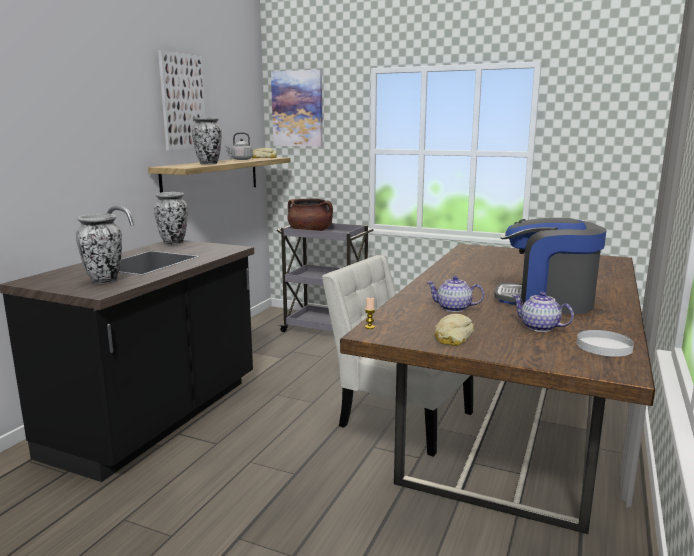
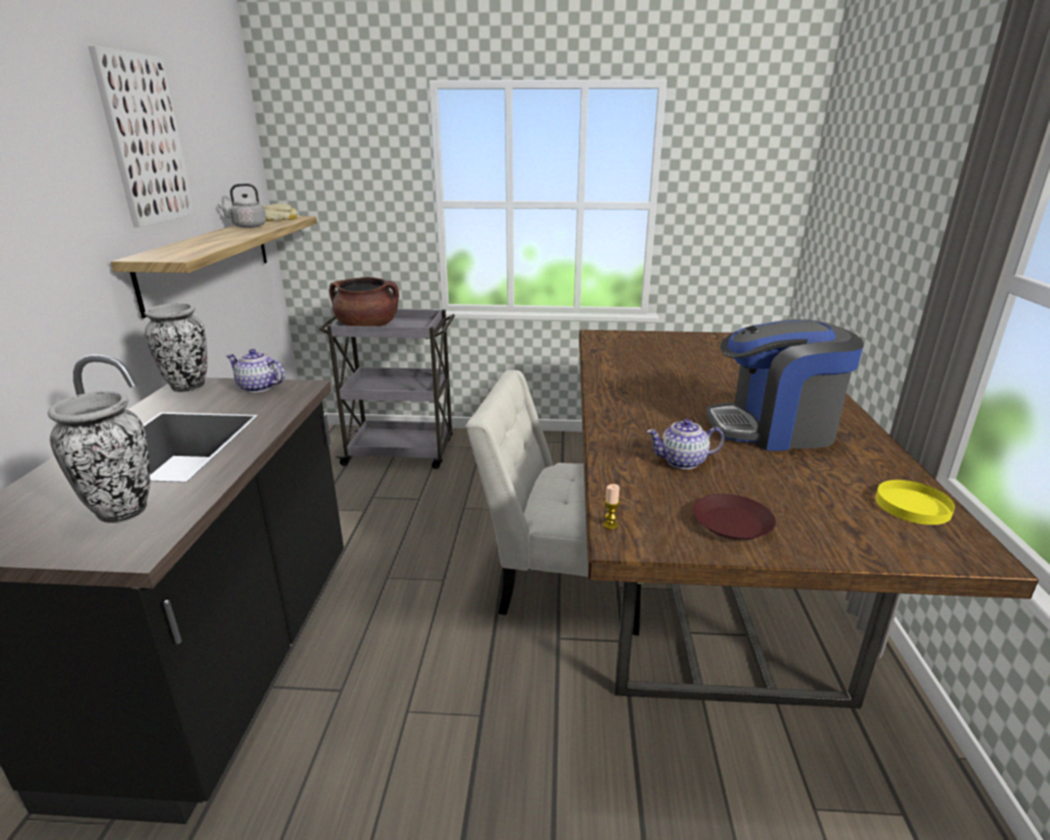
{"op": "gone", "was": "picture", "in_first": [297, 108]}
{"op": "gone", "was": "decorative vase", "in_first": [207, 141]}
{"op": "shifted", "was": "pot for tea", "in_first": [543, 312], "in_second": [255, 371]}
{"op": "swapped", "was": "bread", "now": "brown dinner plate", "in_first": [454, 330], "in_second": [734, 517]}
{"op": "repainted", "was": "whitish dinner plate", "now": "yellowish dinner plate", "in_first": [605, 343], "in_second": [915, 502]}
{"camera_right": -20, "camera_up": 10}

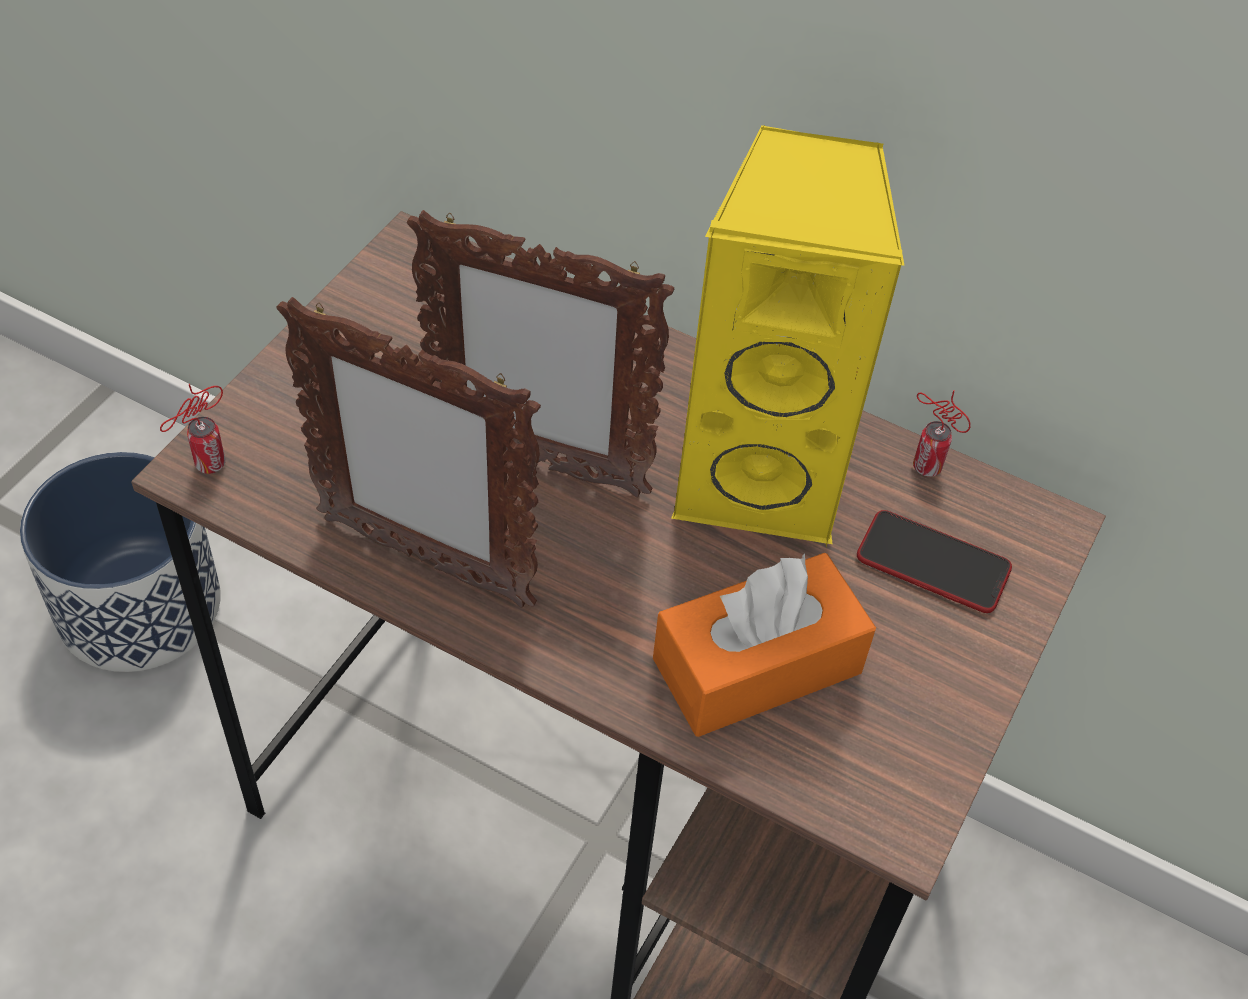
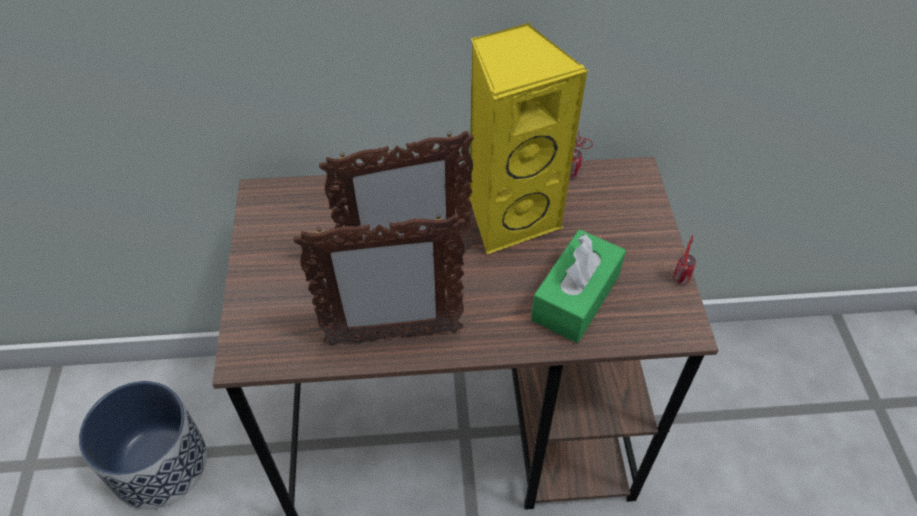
{"op": "shifted", "was": "sealed can", "in_first": [193, 429], "in_second": [684, 260]}
{"op": "gone", "was": "handset", "in_first": [934, 561]}
{"op": "repainted", "was": "orange-coloured tissue holder", "now": "green tissue holder", "in_first": [764, 645], "in_second": [578, 286]}
{"camera_right": -30, "camera_up": 0}

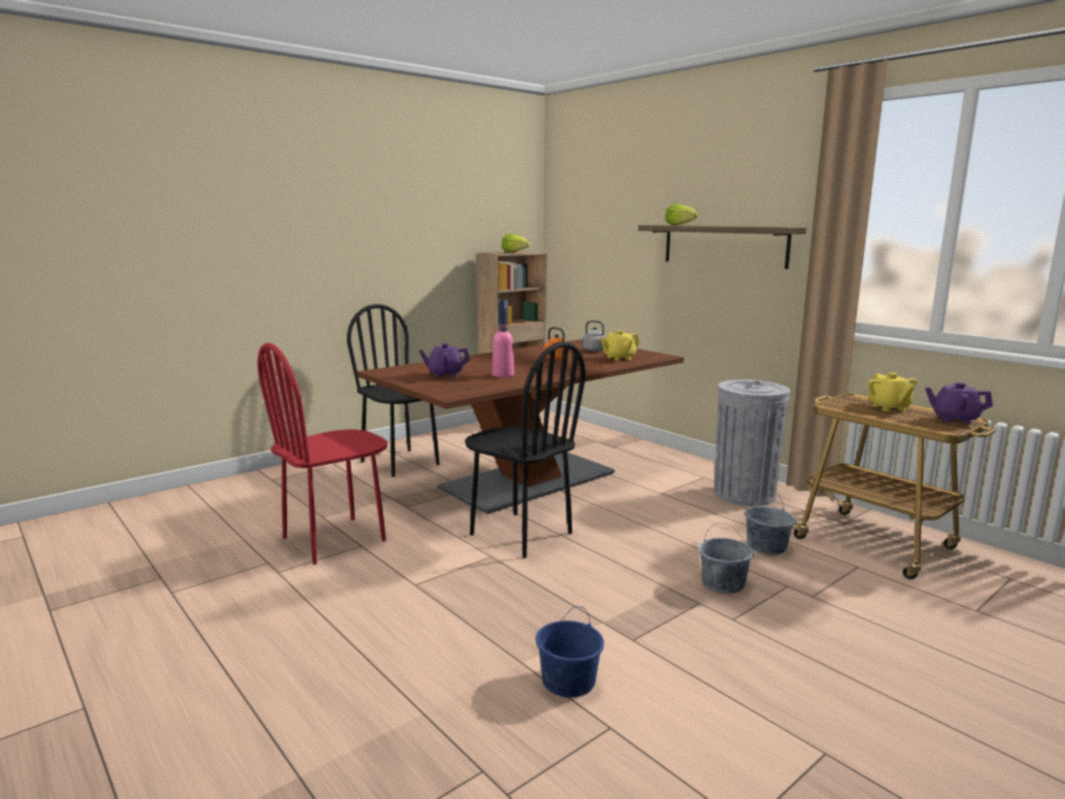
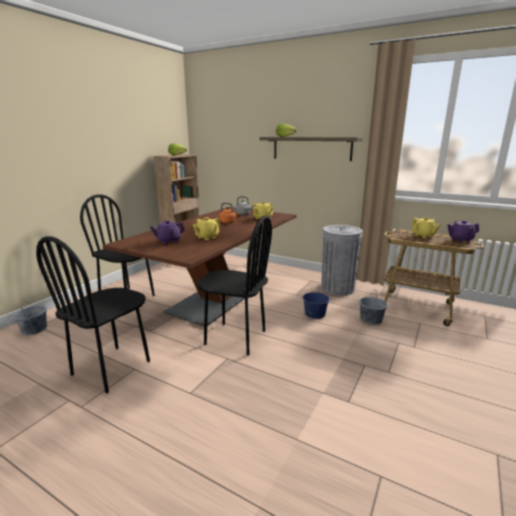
{"op": "swapped", "was": "pink beverage bottle", "now": "yellowish pot for tea", "in_first": [503, 350], "in_second": [206, 228]}
{"op": "repainted", "was": "reddish plain chair", "now": "black plain chair", "in_first": [322, 454], "in_second": [93, 314]}
{"op": "shifted", "was": "greyish pail", "in_first": [726, 558], "in_second": [30, 318]}
{"op": "shifted", "was": "blue-coloured pail", "in_first": [570, 652], "in_second": [316, 303]}
{"camera_right": -20, "camera_up": 5}

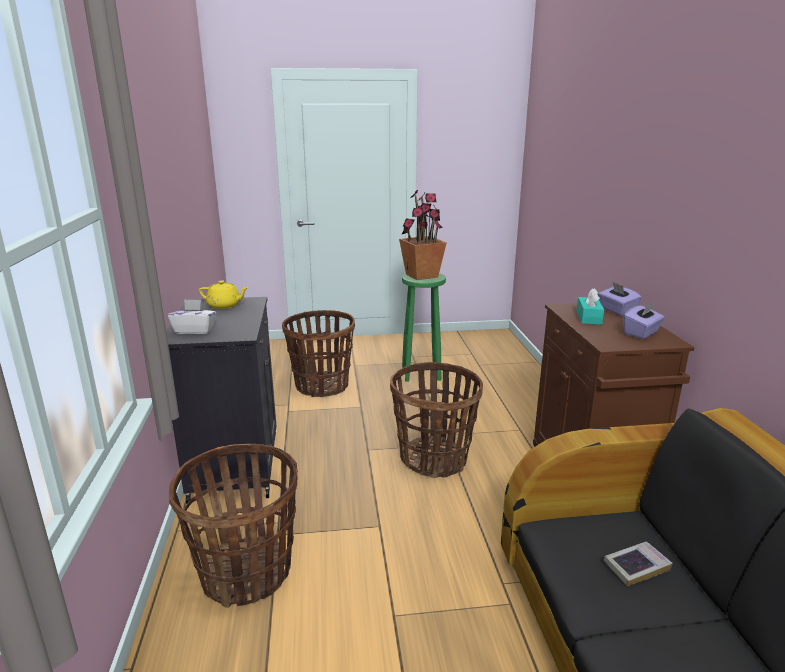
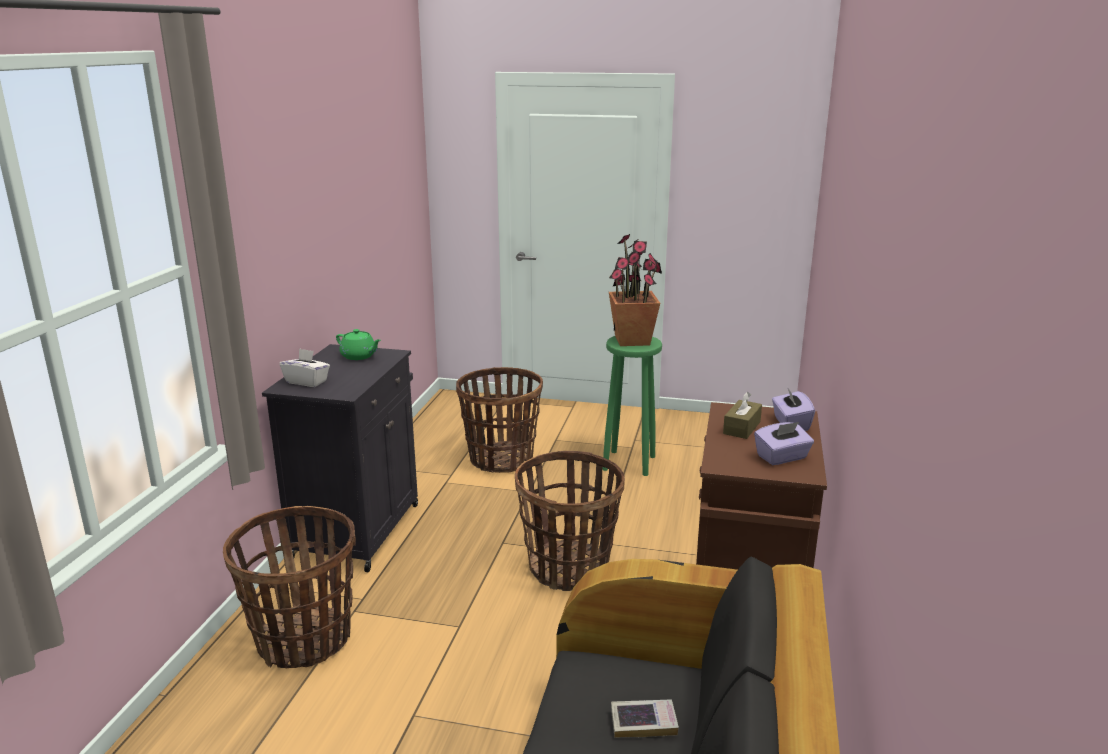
{"op": "repainted", "was": "yellowish pot for tea", "now": "green pot for tea", "in_first": [224, 295], "in_second": [358, 344]}
{"op": "repainted", "was": "turquoise tissue holder", "now": "brown tissue holder", "in_first": [590, 306], "in_second": [742, 415]}
{"camera_right": 20, "camera_up": 0}

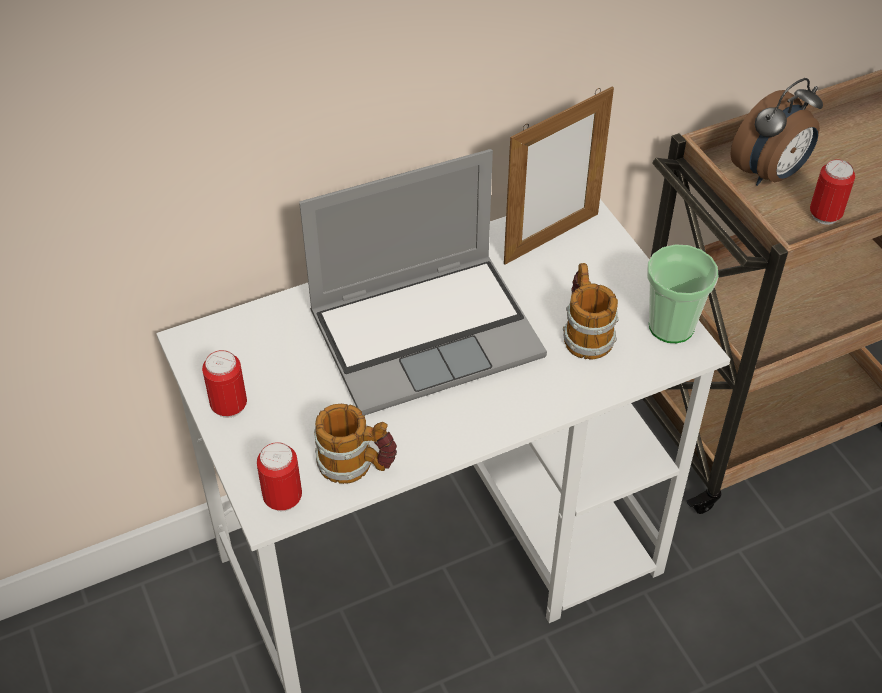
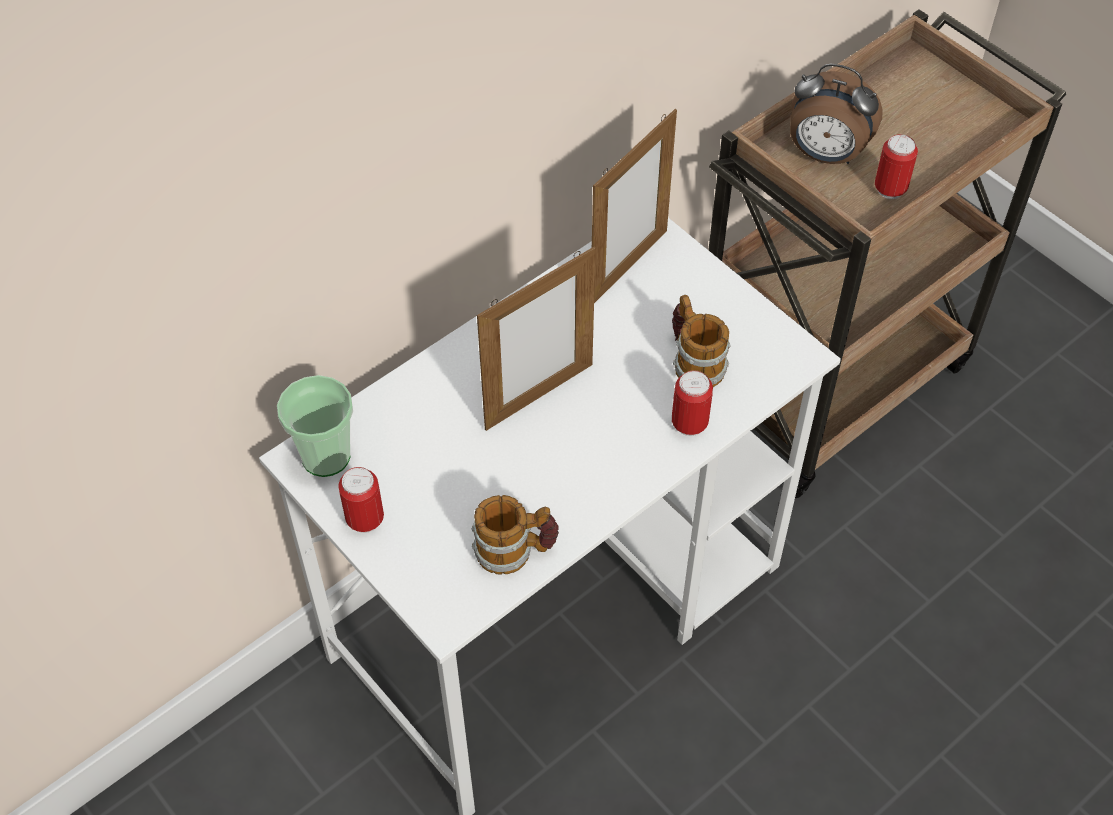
{"op": "rotated", "was": "table clock", "in_first": [776, 132], "in_second": [836, 114], "clockwise": 75}
{"op": "swapped", "was": "notebook computer", "now": "photo frame", "in_first": [423, 282], "in_second": [536, 339]}
{"op": "shifted", "was": "cup", "in_first": [683, 293], "in_second": [315, 426]}
{"op": "shifted", "was": "sealed can", "in_first": [279, 476], "in_second": [692, 403]}
{"camera_right": -15, "camera_up": 5}

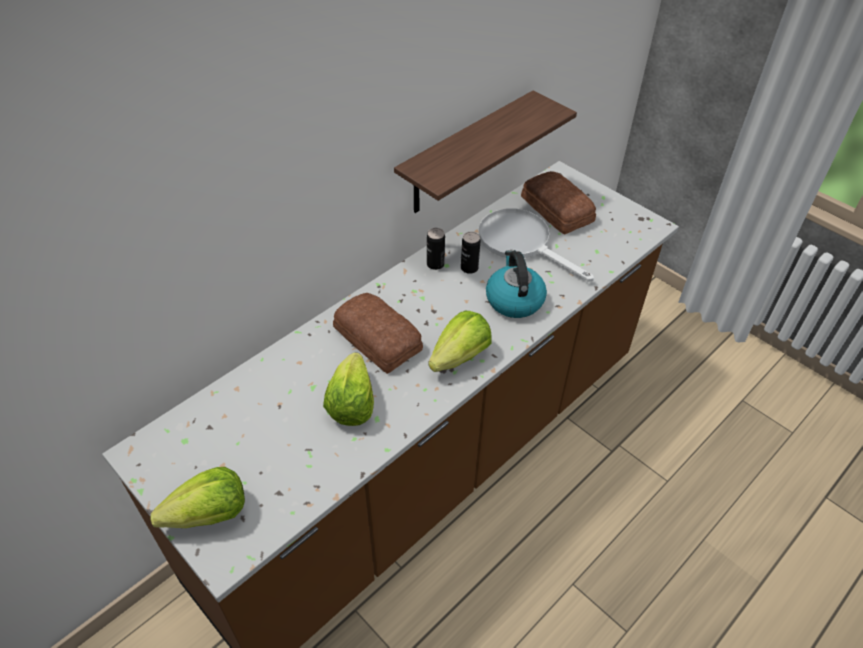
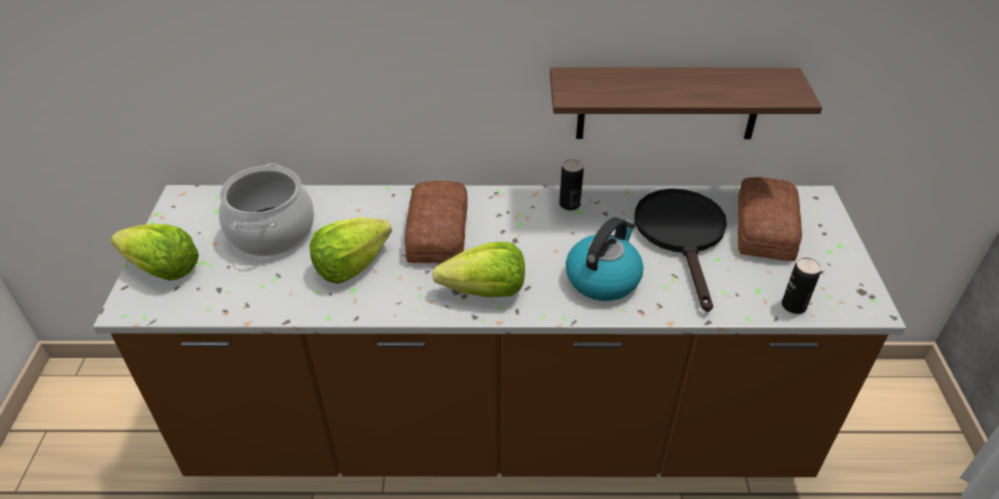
{"op": "repainted", "was": "whitish pan", "now": "black pan", "in_first": [536, 245], "in_second": [681, 250]}
{"op": "shifted", "was": "sealed can", "in_first": [471, 253], "in_second": [801, 285]}
{"op": "new", "now": "cooking pot", "in_second": [266, 209]}
{"camera_right": 45, "camera_up": -5}

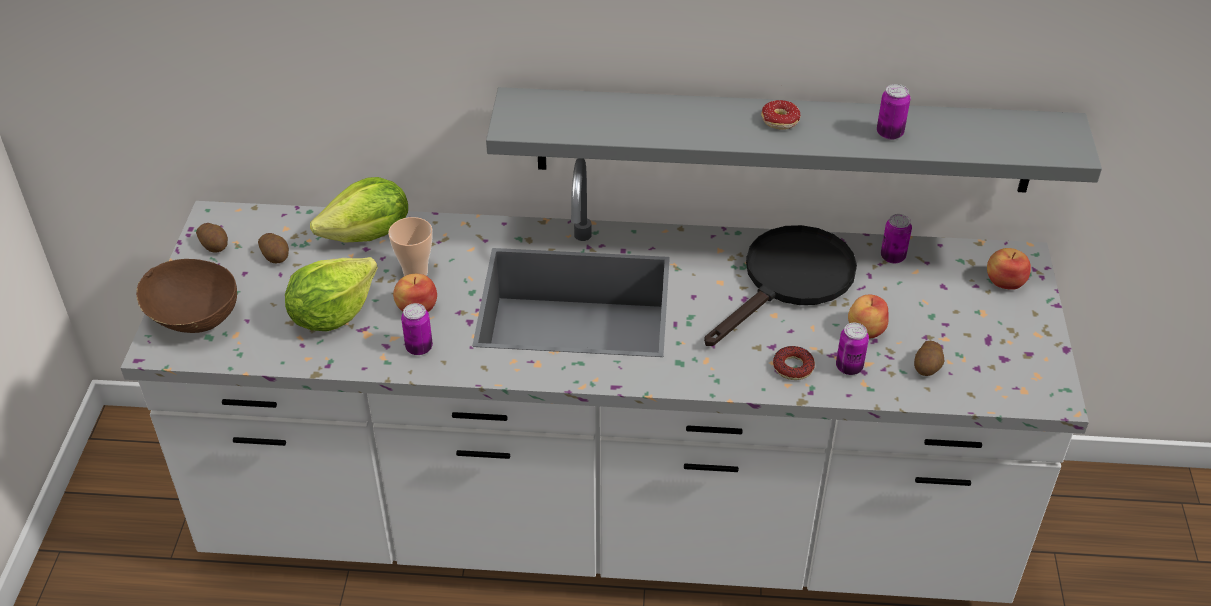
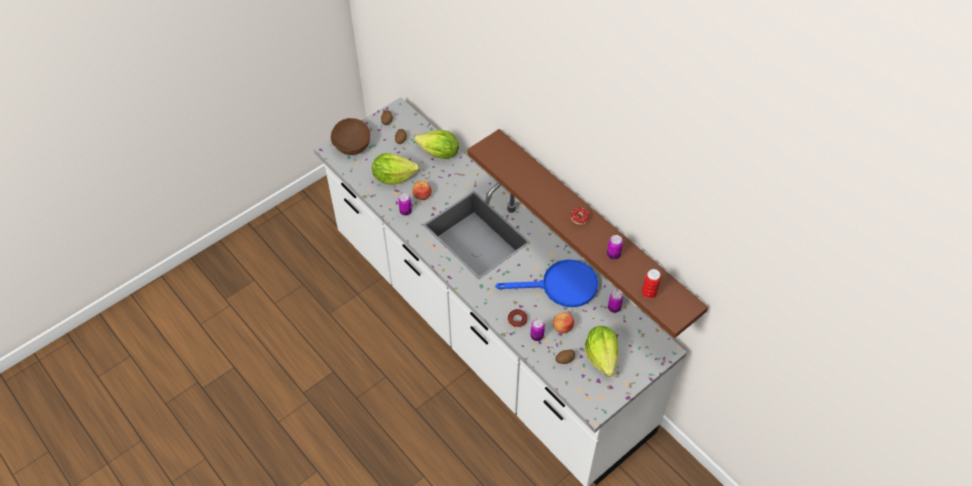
{"op": "repainted", "was": "greyish shelf", "now": "brown shelf", "in_first": [794, 140], "in_second": [587, 233]}
{"op": "gone", "was": "cup", "in_first": [410, 246]}
{"op": "repainted", "was": "black pan", "now": "blue-coloured pan", "in_first": [780, 285], "in_second": [546, 283]}
{"op": "gone", "was": "apple", "in_first": [1009, 269]}
{"op": "new", "now": "sealed can", "in_second": [651, 284]}
{"op": "new", "now": "lettuce", "in_second": [601, 351]}
{"camera_right": 45, "camera_up": 10}

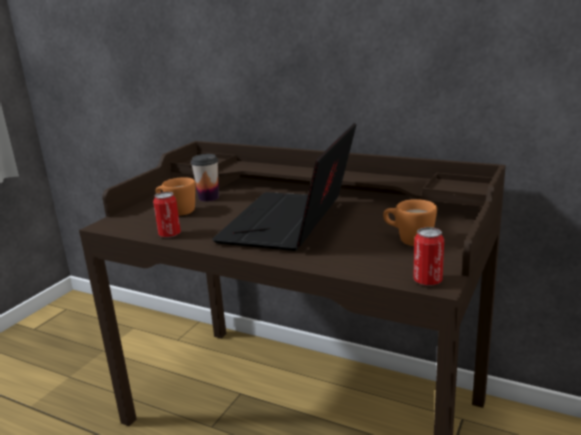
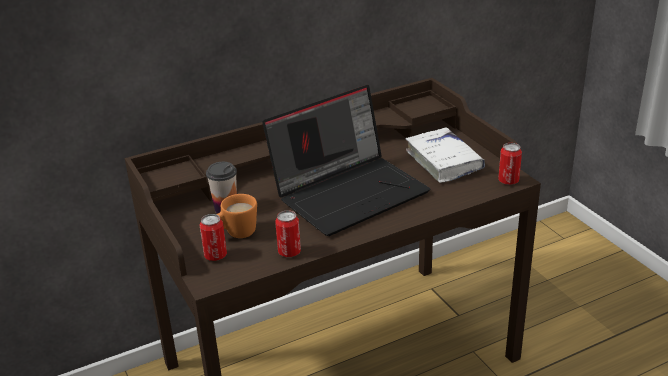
{"op": "rotated", "was": "notebook computer", "in_first": [284, 187], "in_second": [346, 160], "clockwise": -90}
{"op": "swapped", "was": "orange-coloured mug", "now": "whitish volume", "in_first": [410, 222], "in_second": [445, 155]}
{"op": "new", "now": "sealed can", "in_second": [213, 237]}
{"camera_right": -55, "camera_up": 10}

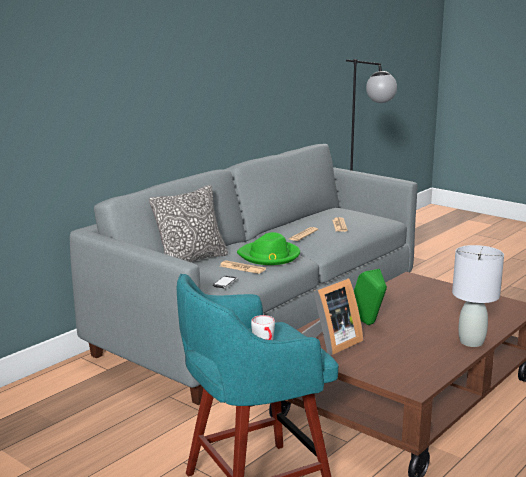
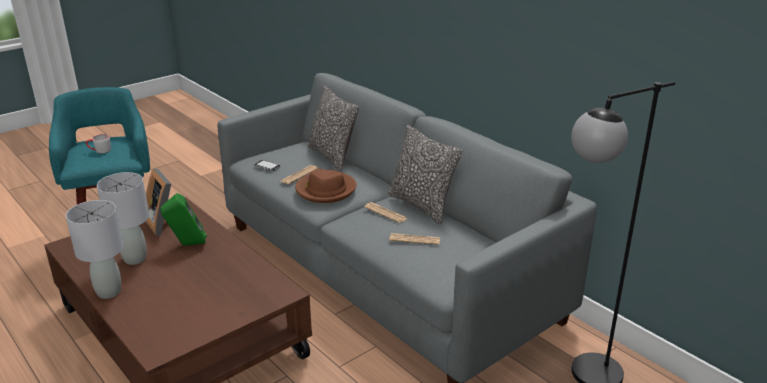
{"op": "repainted", "was": "green hat", "now": "brown hat", "in_first": [268, 248], "in_second": [326, 186]}
{"op": "new", "now": "throw pillow", "in_second": [425, 174]}
{"op": "new", "now": "greyish table lamp", "in_second": [123, 218]}
{"camera_right": 100, "camera_up": 10}

